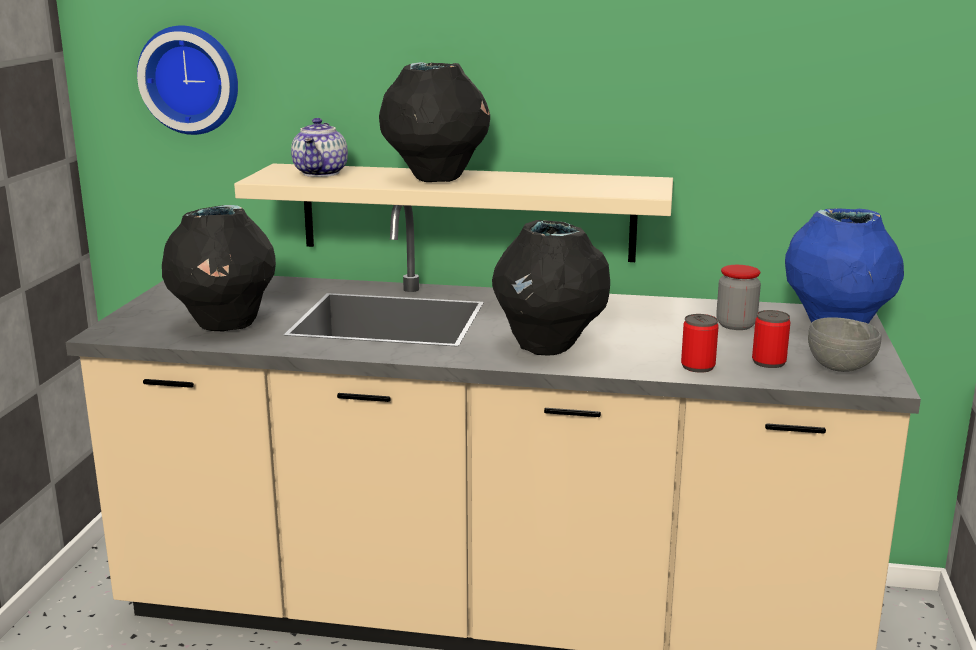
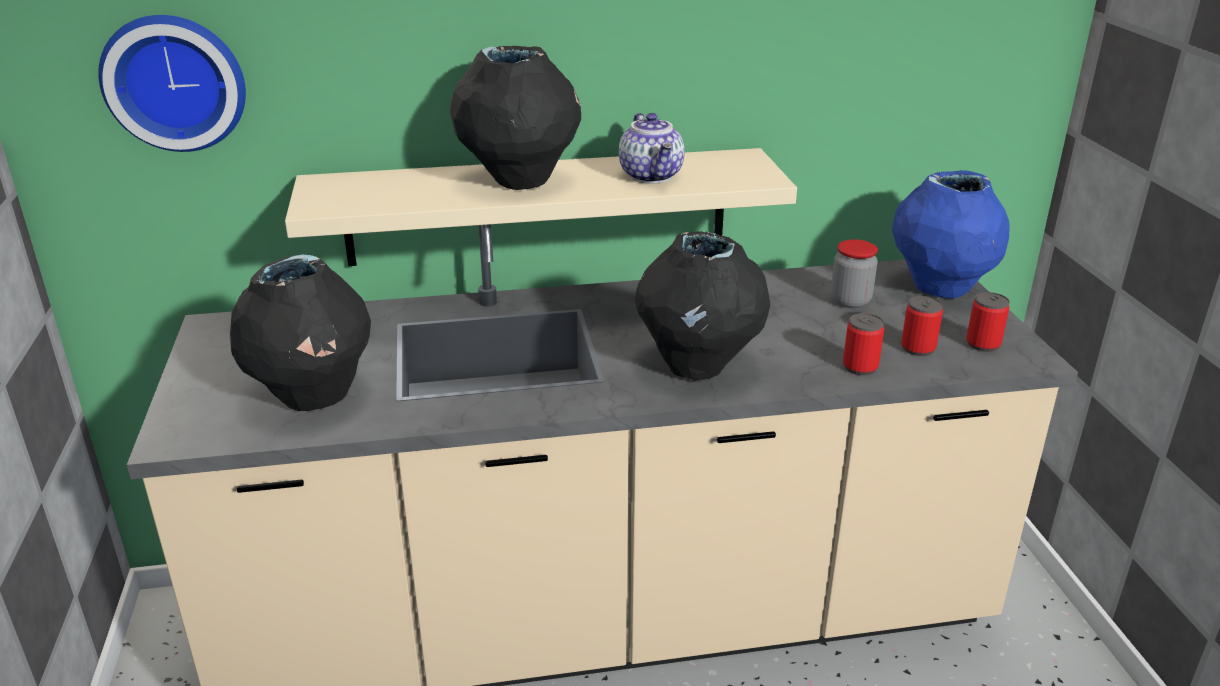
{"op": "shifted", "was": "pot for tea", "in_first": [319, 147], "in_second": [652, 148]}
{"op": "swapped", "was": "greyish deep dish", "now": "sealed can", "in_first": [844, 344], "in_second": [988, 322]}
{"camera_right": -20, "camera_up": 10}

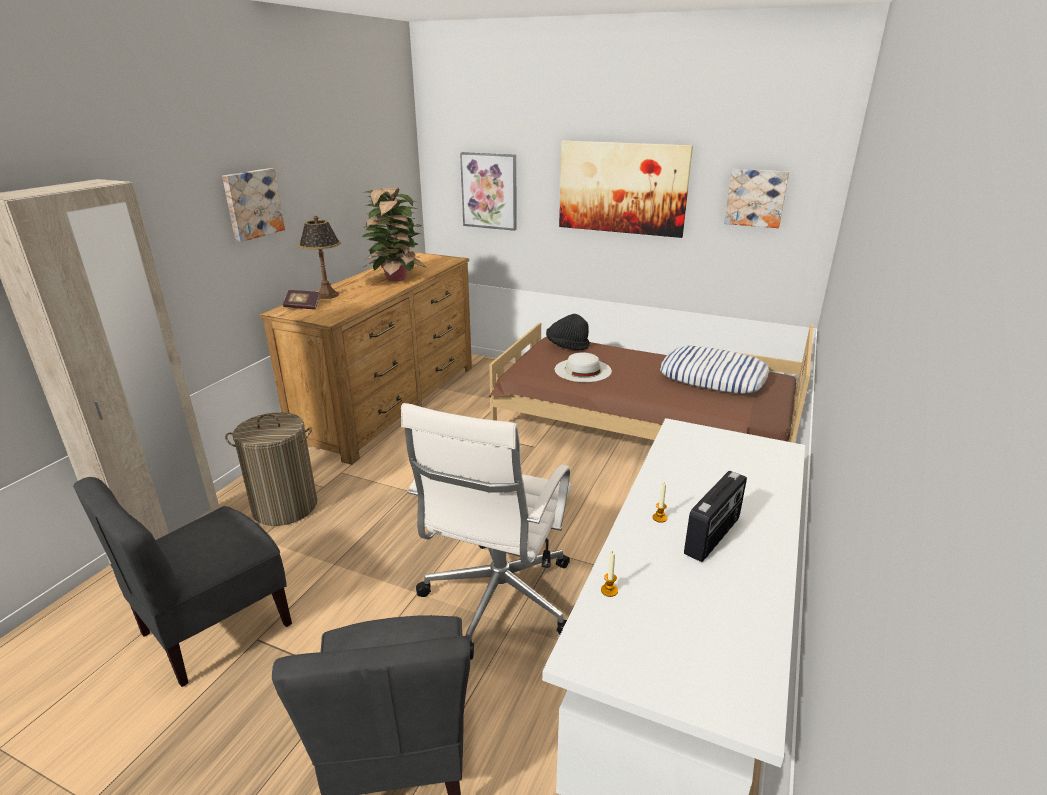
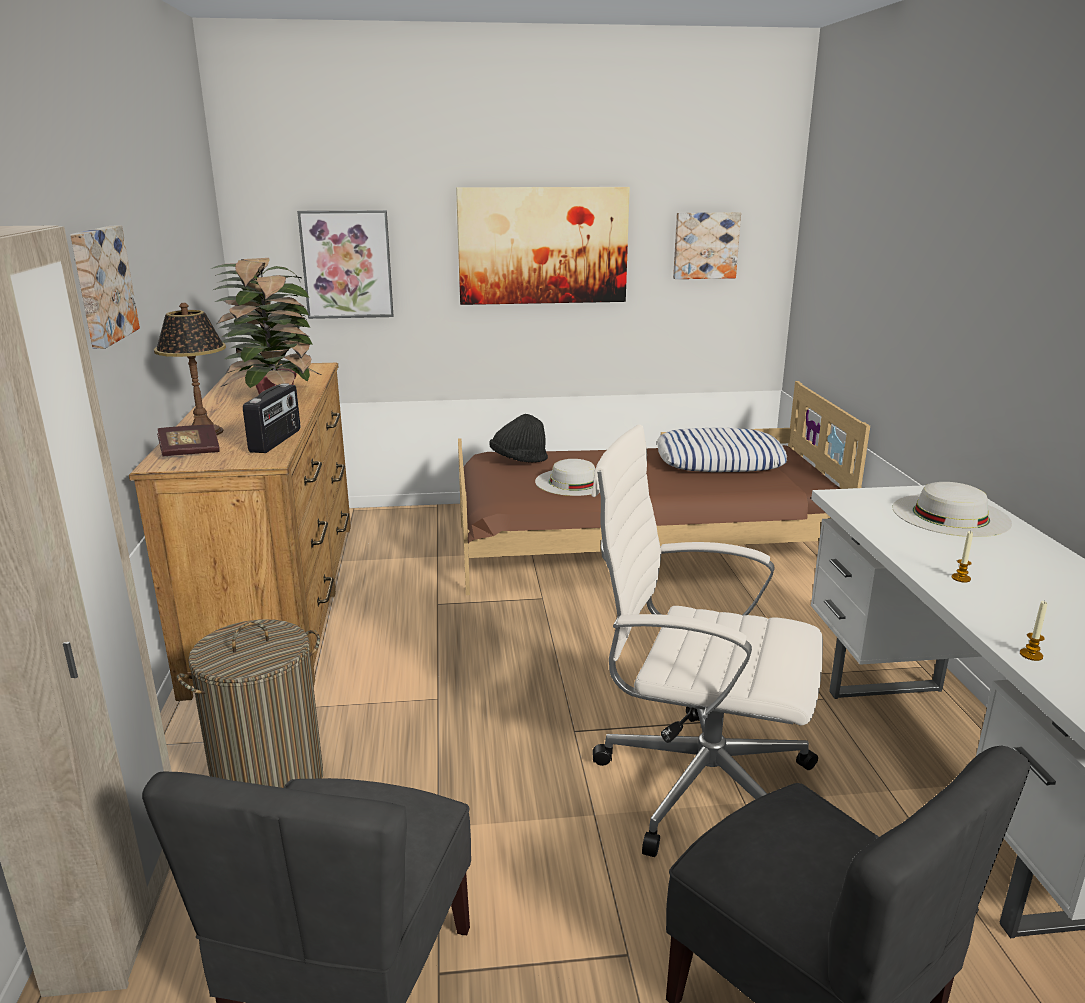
{"op": "rotated", "was": "whitish computer chair", "in_first": [486, 531], "in_second": [707, 641], "clockwise": 120}
{"op": "shifted", "was": "radio set", "in_first": [715, 516], "in_second": [271, 418]}
{"op": "new", "now": "whitish hat", "in_second": [952, 509]}
{"camera_right": -30, "camera_up": -5}

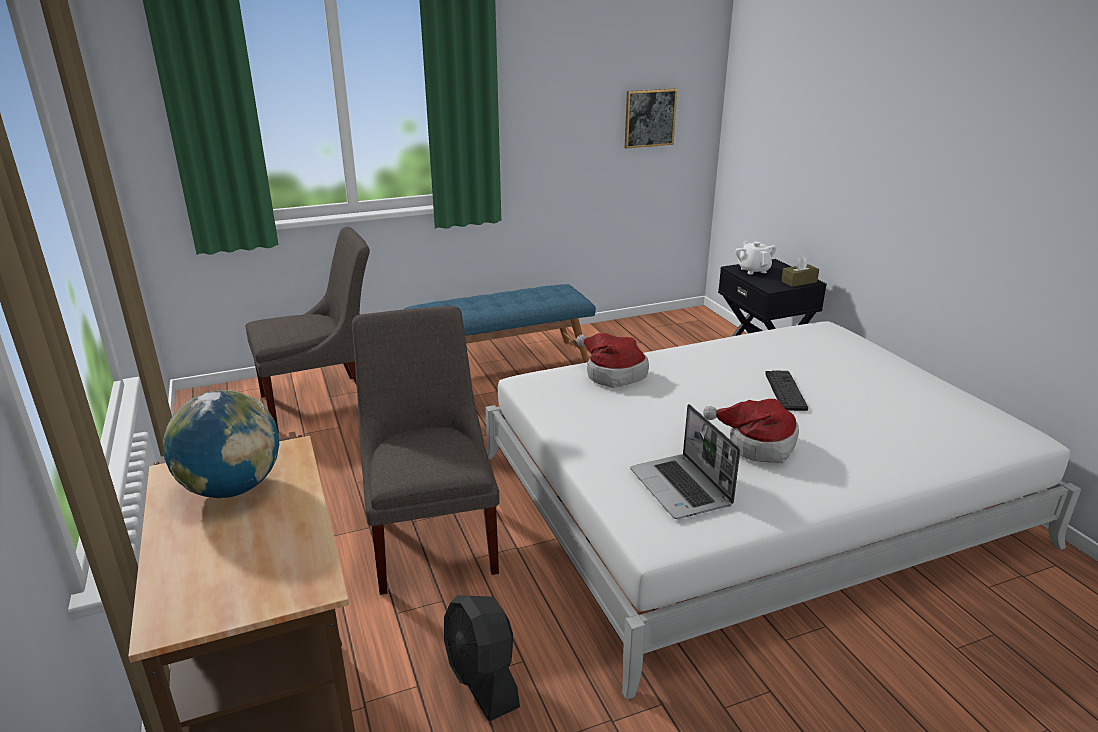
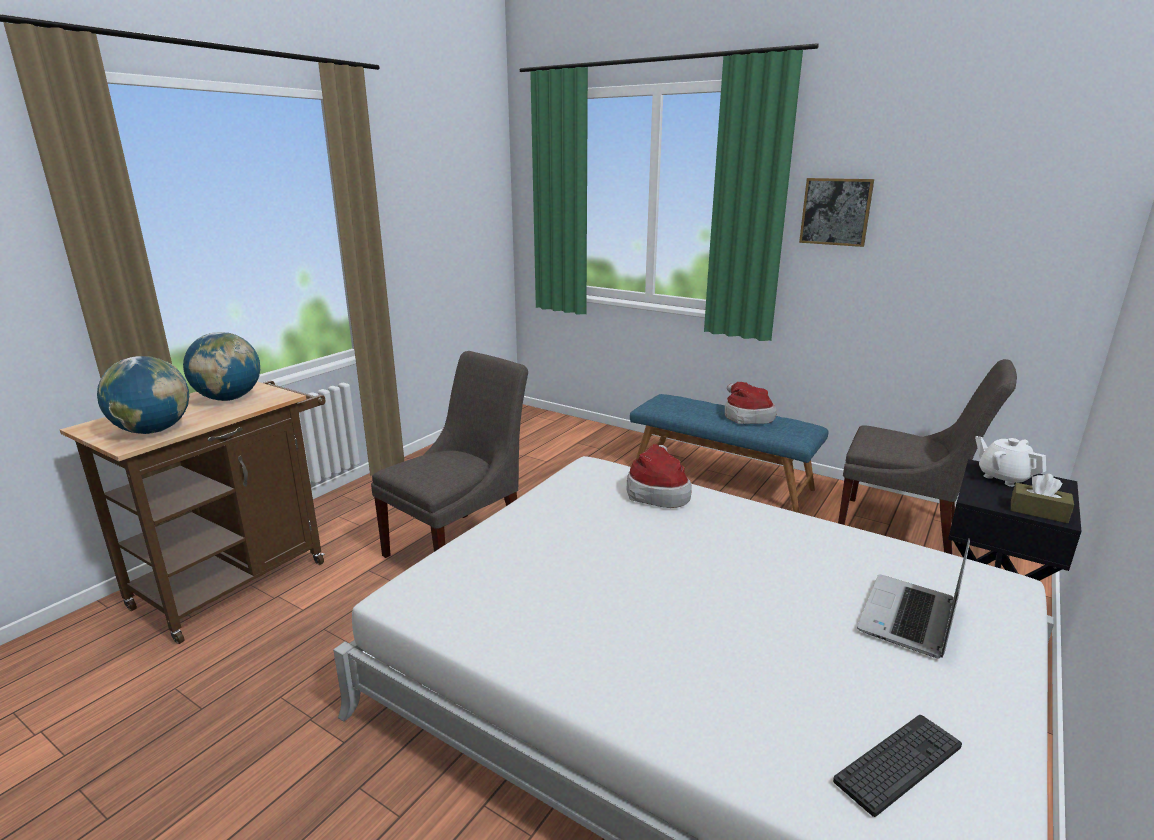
{"op": "shifted", "was": "picture", "in_first": [651, 119], "in_second": [836, 212]}
{"op": "shifted", "was": "greyish plain chair", "in_first": [307, 330], "in_second": [927, 456]}
{"op": "rotated", "was": "whitish pot for tea", "in_first": [756, 258], "in_second": [1010, 461], "clockwise": -75}
{"op": "shifted", "was": "keyboard", "in_first": [786, 390], "in_second": [897, 766]}
{"op": "shifted", "was": "hat", "in_first": [751, 431], "in_second": [751, 403]}
{"op": "shifted", "was": "notebook computer", "in_first": [685, 461], "in_second": [913, 598]}
{"op": "gone", "was": "black cooling fan", "in_first": [482, 658]}
{"op": "new", "now": "desk globe", "in_second": [143, 395]}
{"camera_right": 55, "camera_up": -5}

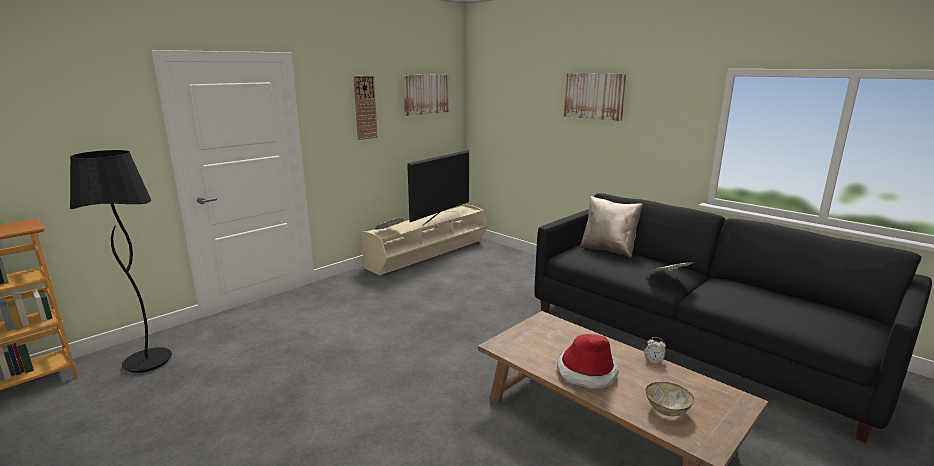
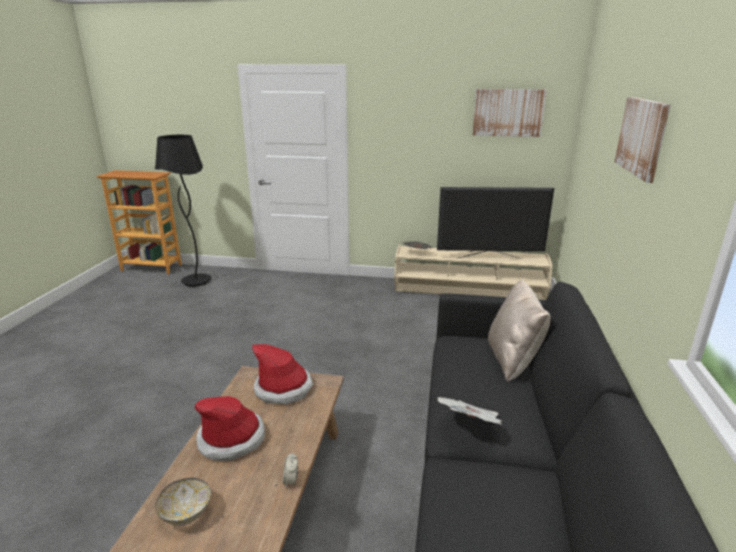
{"op": "gone", "was": "wall clock", "in_first": [365, 108]}
{"op": "new", "now": "hat", "in_second": [282, 374]}
{"camera_right": 55, "camera_up": 5}

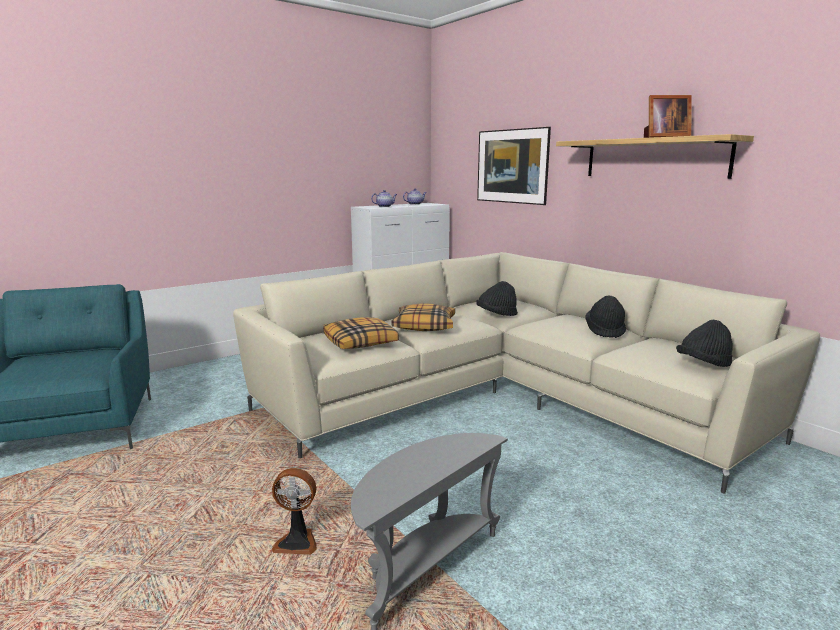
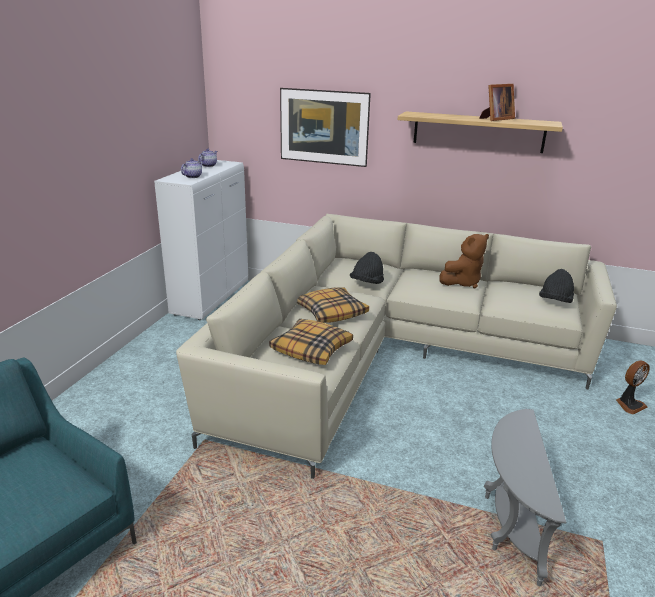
{"op": "swapped", "was": "black hat", "now": "brown soft toy", "in_first": [605, 316], "in_second": [464, 261]}
{"op": "shifted", "was": "cooling fan", "in_first": [294, 511], "in_second": [633, 387]}
{"camera_right": -35, "camera_up": 10}

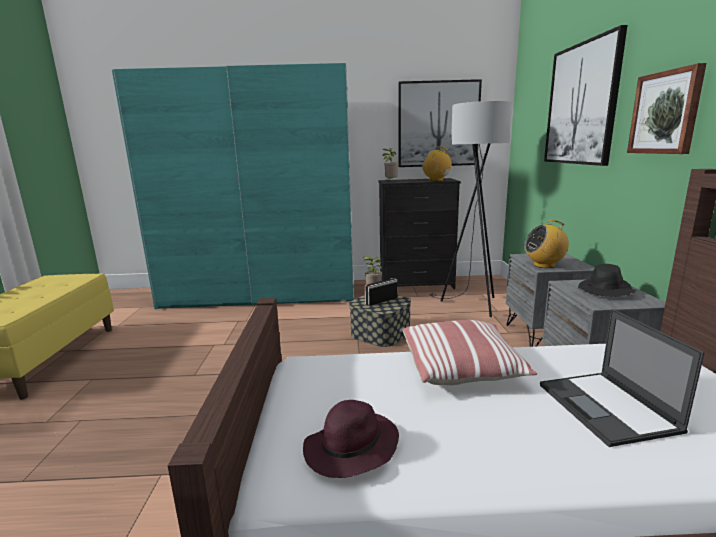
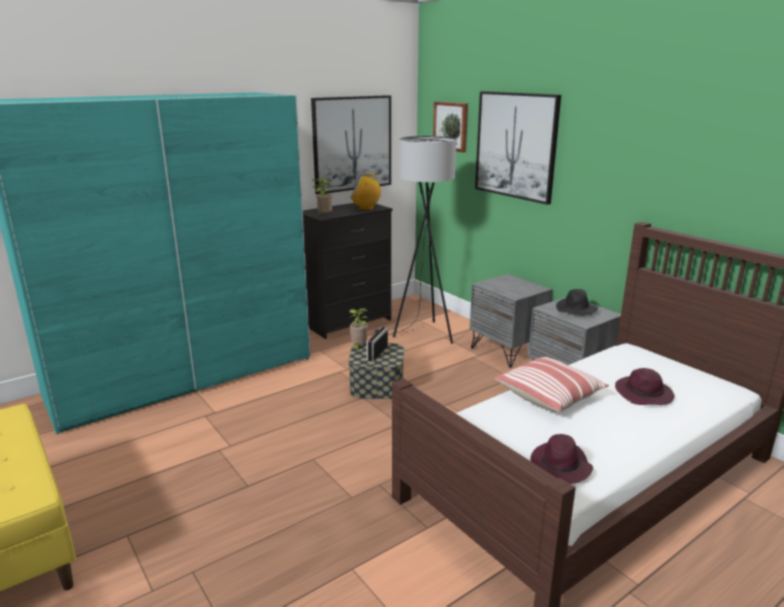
{"op": "shifted", "was": "picture", "in_first": [666, 108], "in_second": [450, 127]}
{"op": "gone", "was": "radio set", "in_first": [546, 244]}
{"op": "swapped", "was": "notebook computer", "now": "purplish hat", "in_first": [622, 378], "in_second": [644, 386]}
{"camera_right": -35, "camera_up": 5}

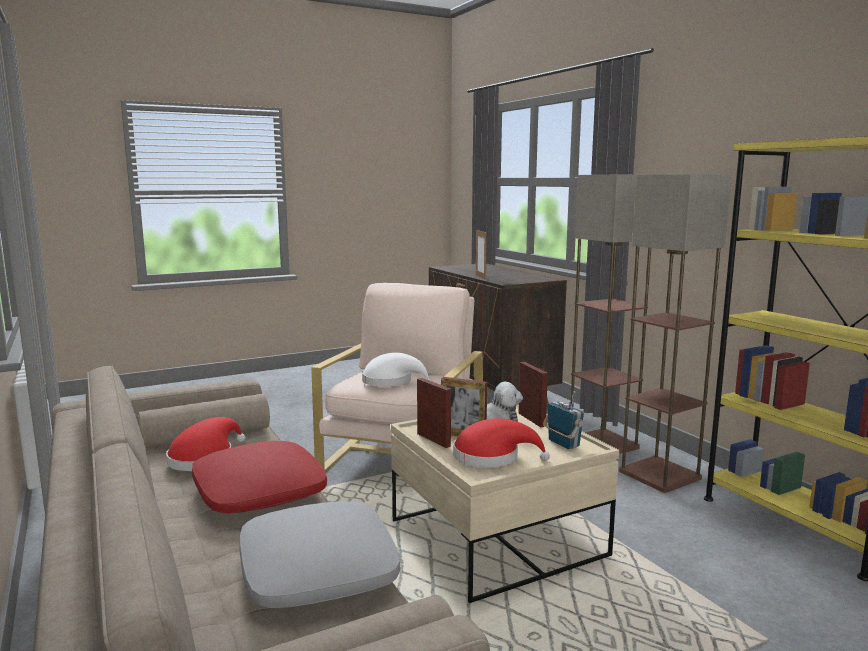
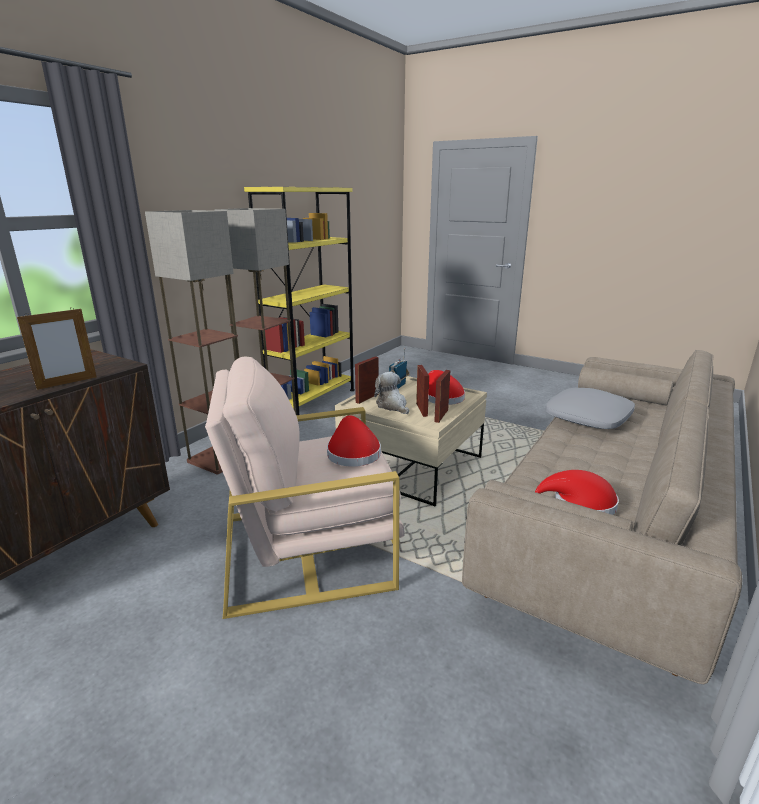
{"op": "repainted", "was": "whitish hat", "now": "reddish hat", "in_first": [397, 370], "in_second": [354, 441]}
{"op": "gone", "was": "reddish throw pillow", "in_first": [259, 477]}
{"camera_right": -120, "camera_up": 10}

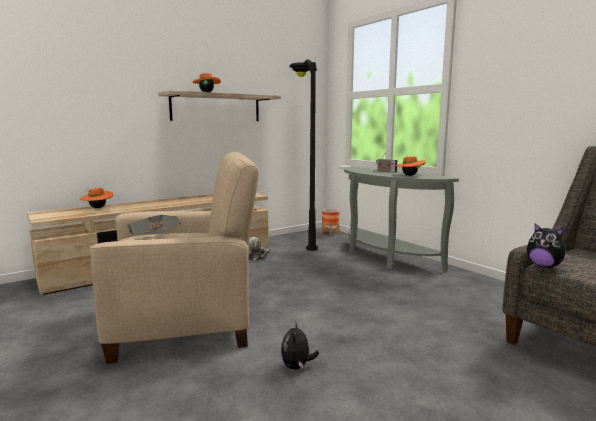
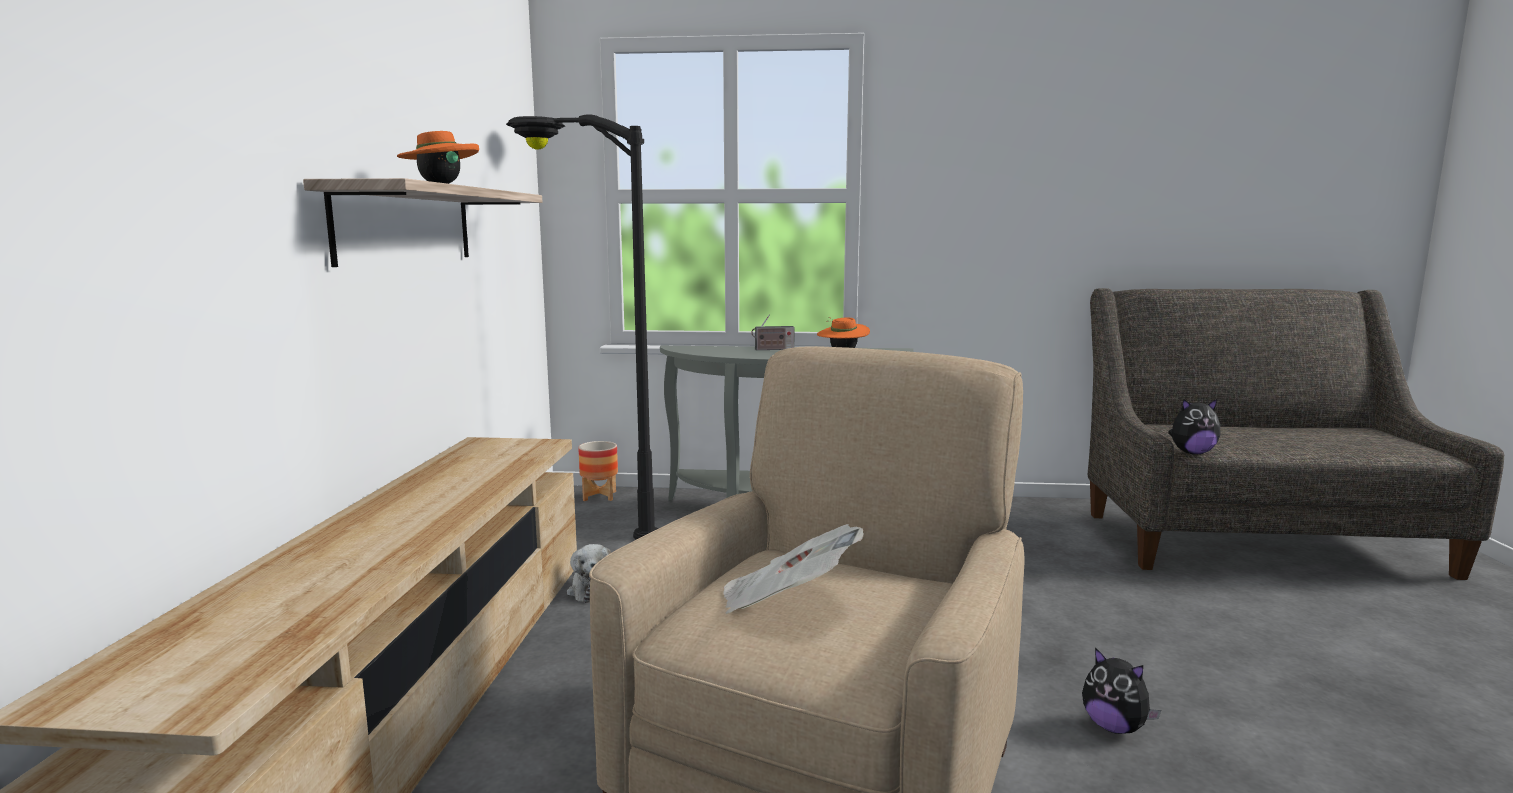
{"op": "gone", "was": "orange-coloured hat", "in_first": [96, 198]}
{"camera_right": -50, "camera_up": 0}

